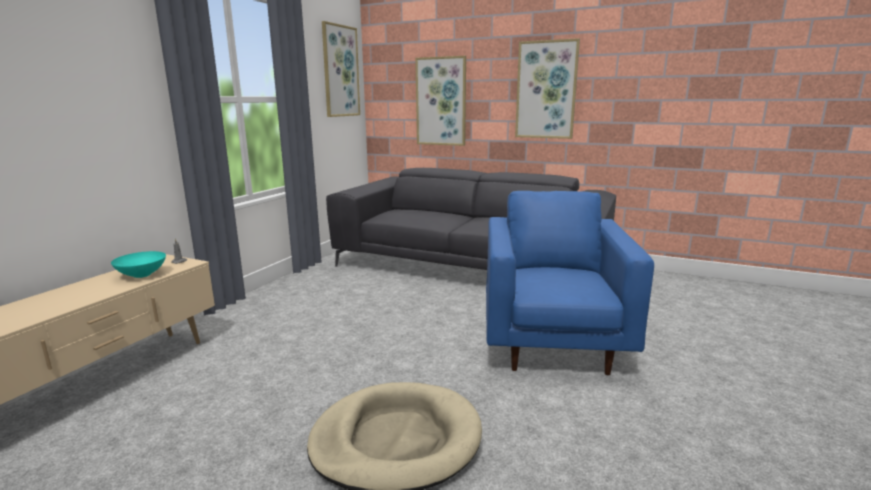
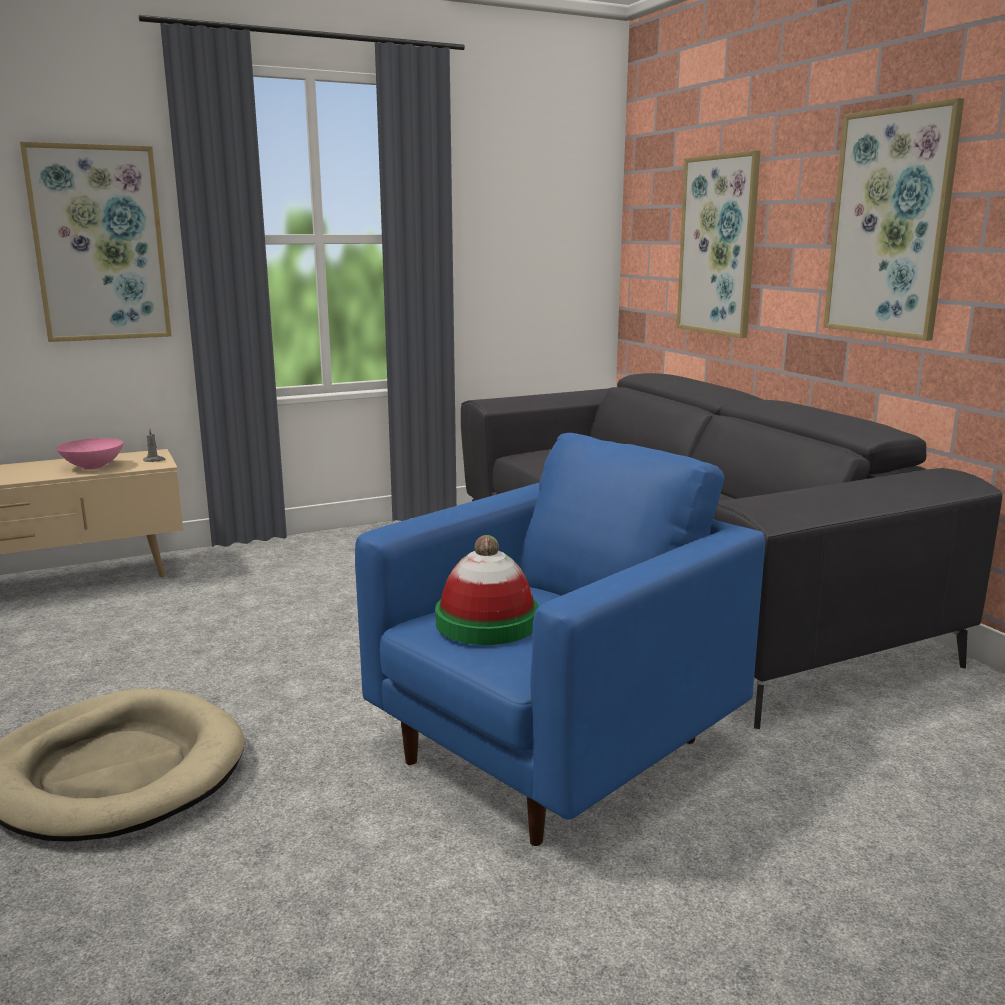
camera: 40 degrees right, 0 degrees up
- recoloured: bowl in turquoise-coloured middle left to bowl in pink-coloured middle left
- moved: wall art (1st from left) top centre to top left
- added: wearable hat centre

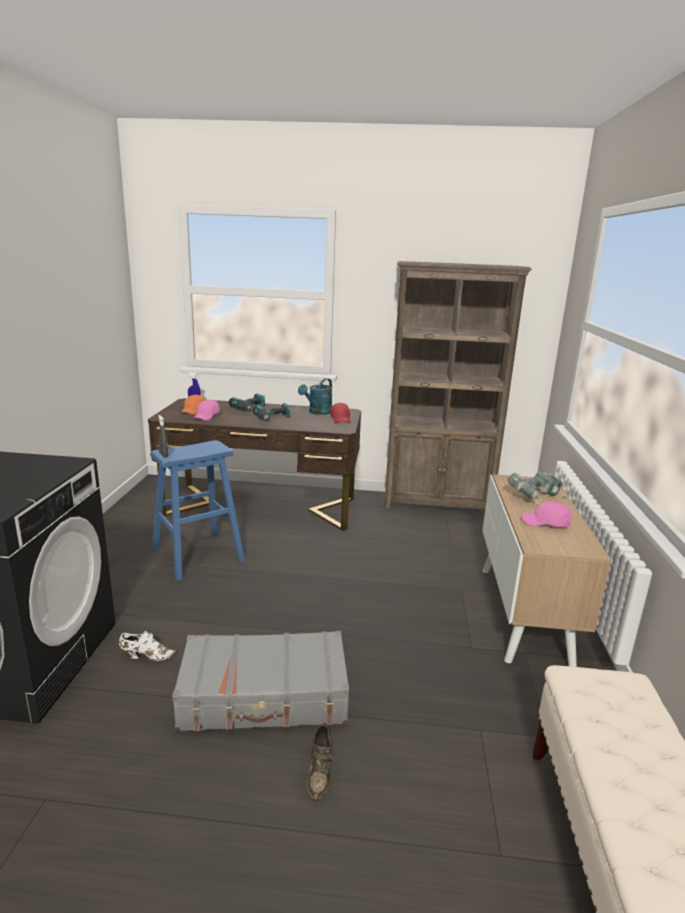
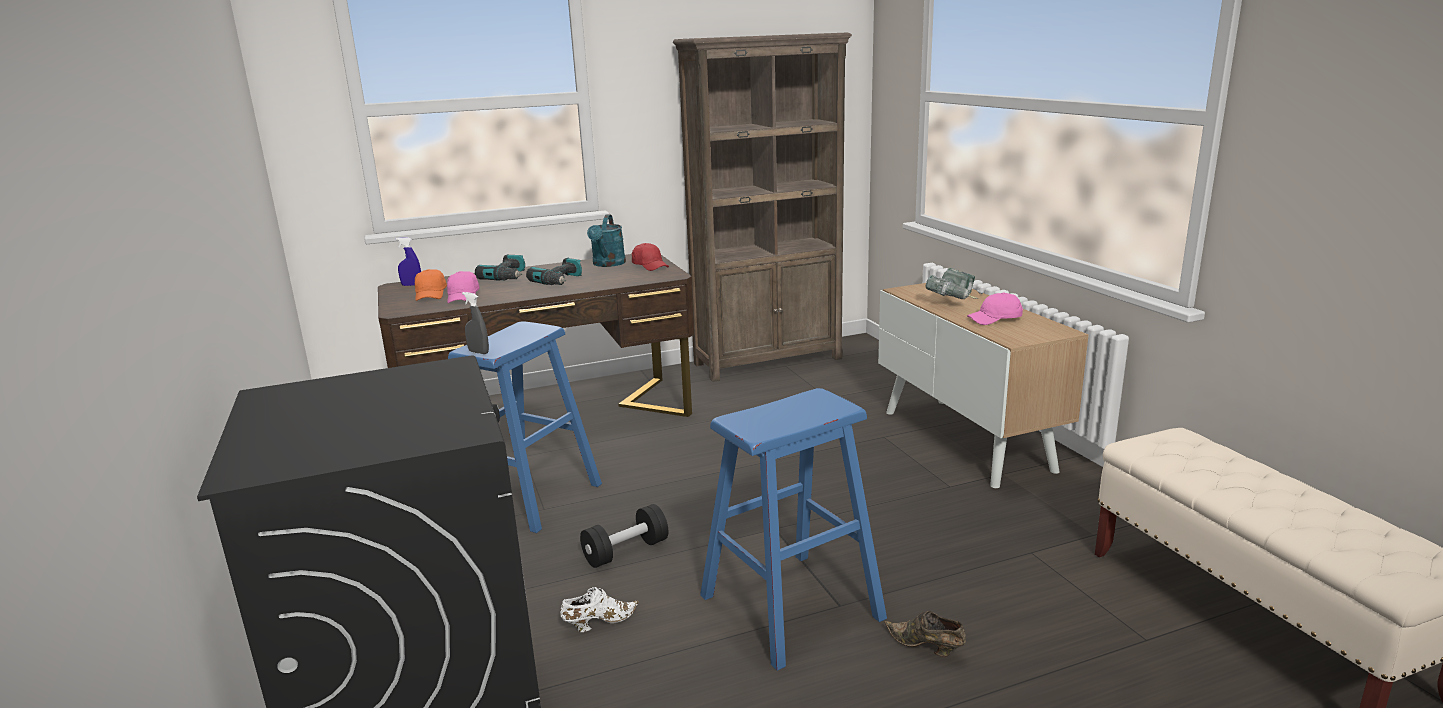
camera: 25 degrees left, 0 degrees up
- replaced: suitcase in gray bottom centre to sitting stool in bluish (2nd from left) bottom centre
- turned: low shoe in brownish bottom centre = bottom centre 150 degrees clockwise
- added: dumbbell in blackish bottom centre

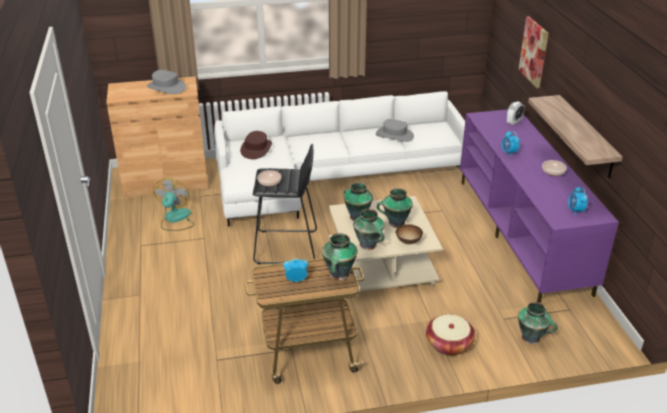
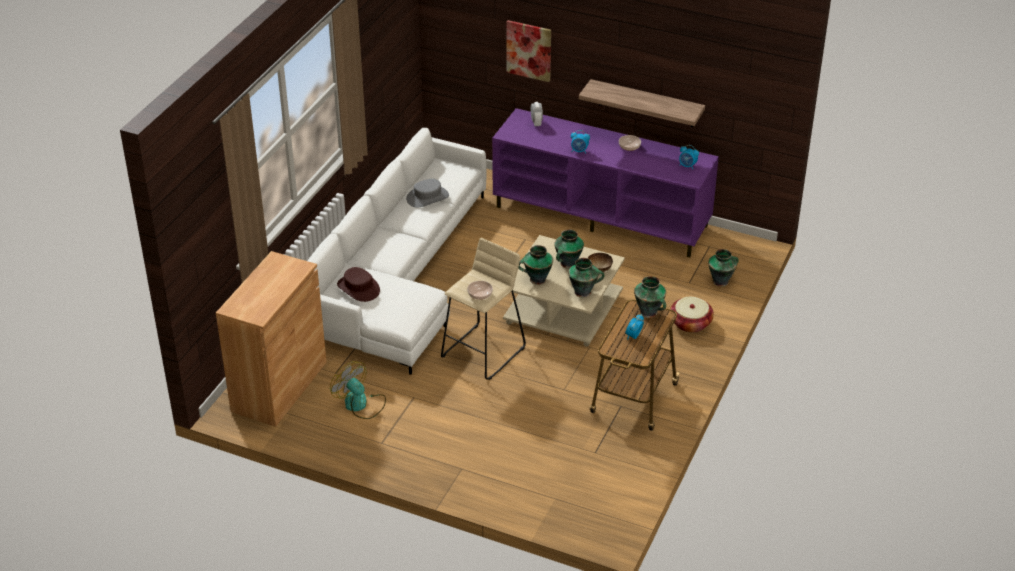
camera: 55 degrees left, 5 degrees up
- removed: wearable hat in gray (1st from left) top left
- recoloured: sitting stool in blackish centre to sitting stool in beige centre

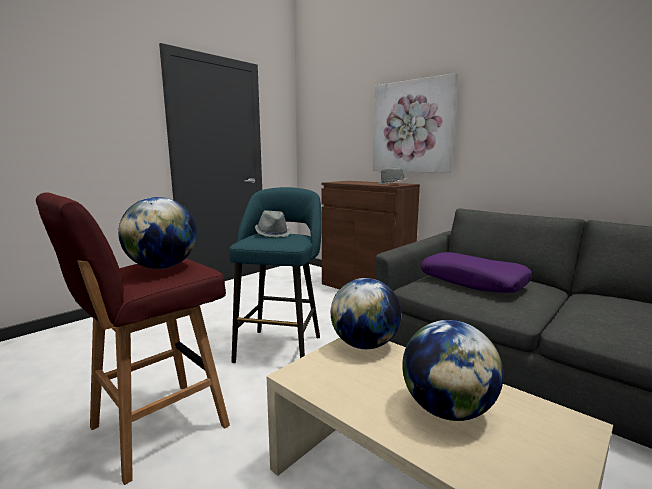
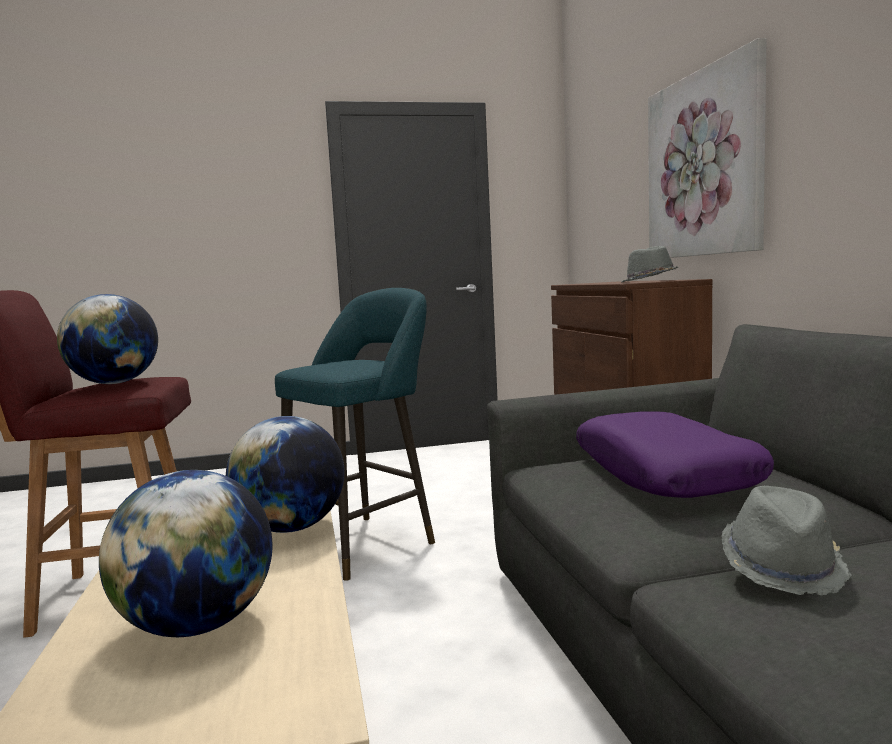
camera: 35 degrees right, 5 degrees down
- moved: wearable hat in gray (1st from left in the first image) centre to wearable hat in gray (2nd from left) bottom right

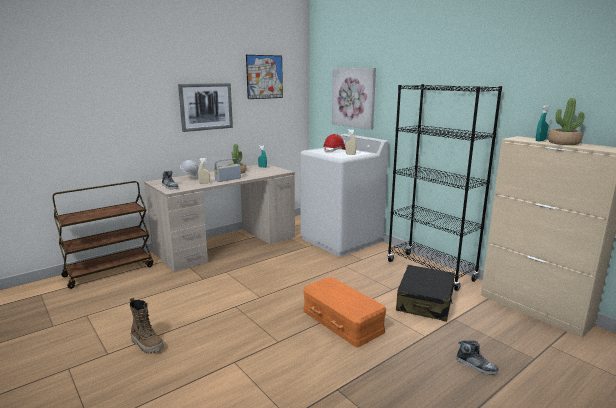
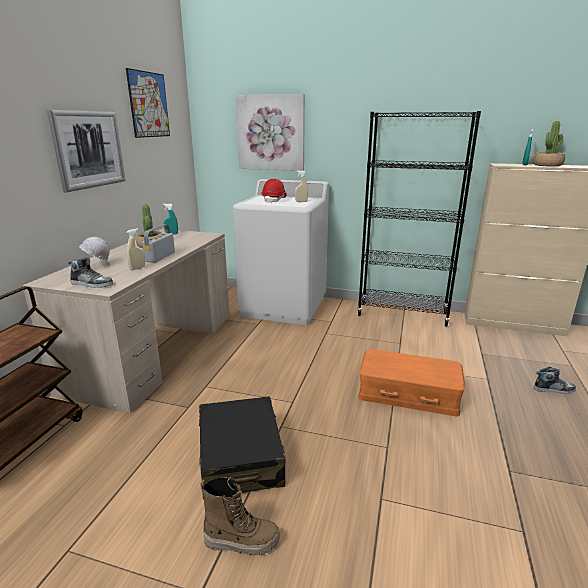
camera: 35 degrees left, 5 degrees up
- moved: suitcase in blackish bottom right to bottom centre

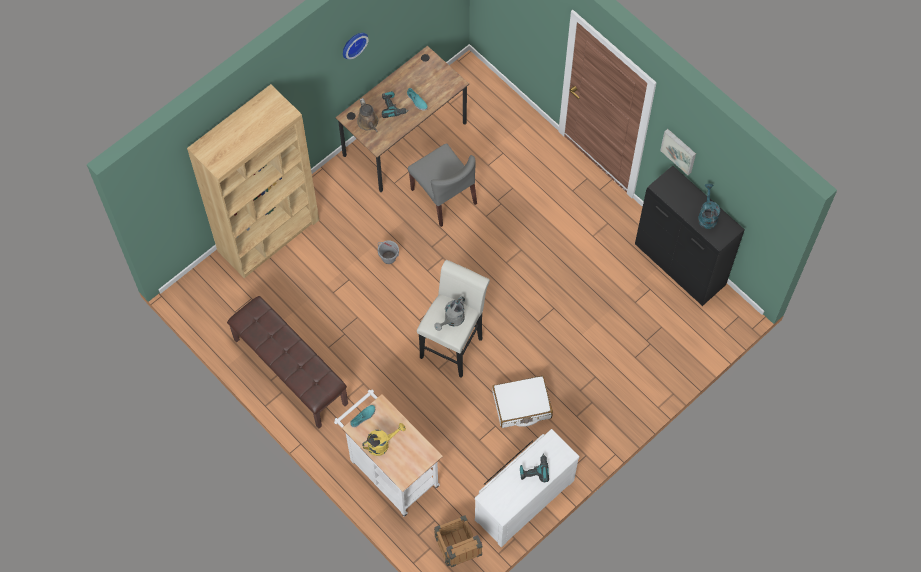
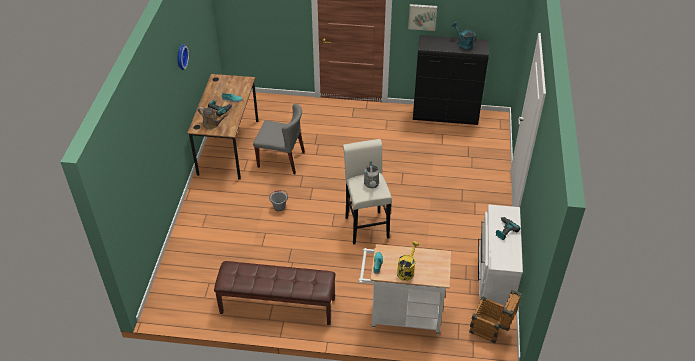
camera: 40 degrees left, 20 degrees down
- removed: shelving unit in brownish top left
- removed: suitcase in whitish bottom centre

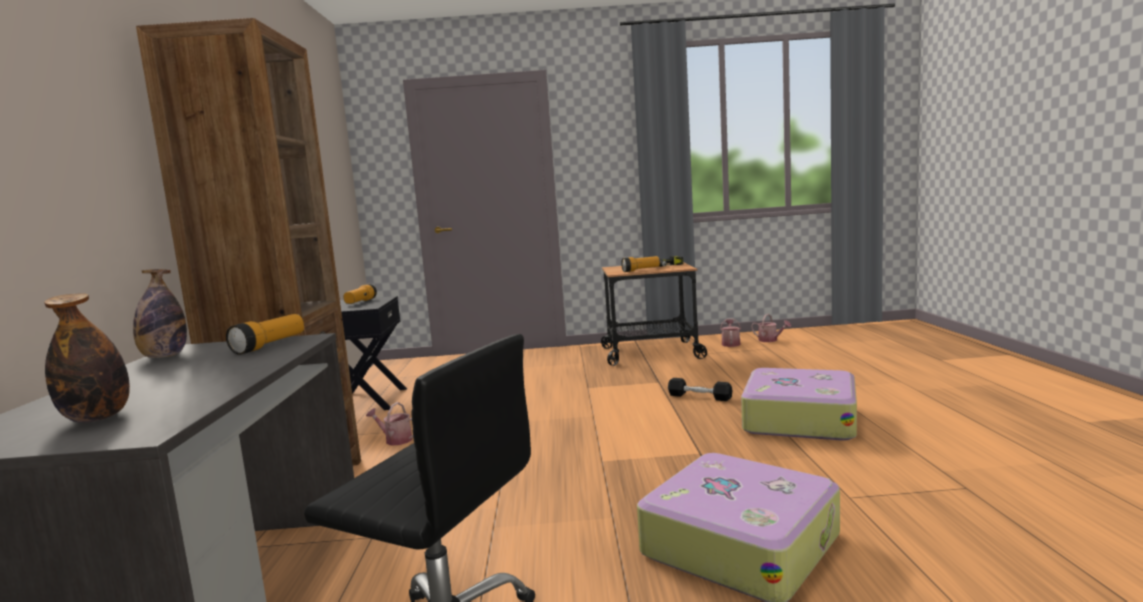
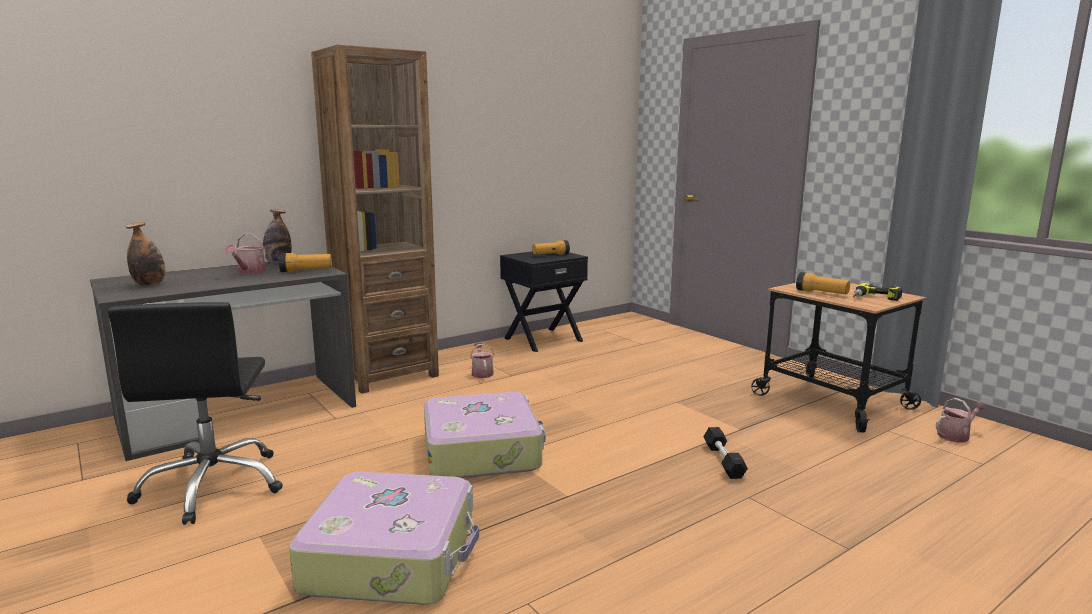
camera: 55 degrees right, 5 degrees up
- moved: suitcase (2nd from left) bottom right to bottom centre
- moved: sprinkling can (3rd from left in the first image) middle right to sprinkling can (1st from left) middle left

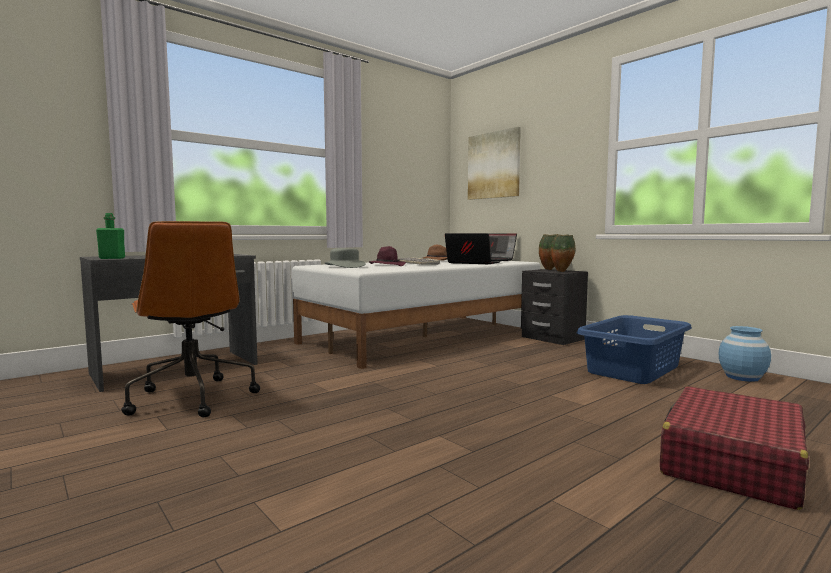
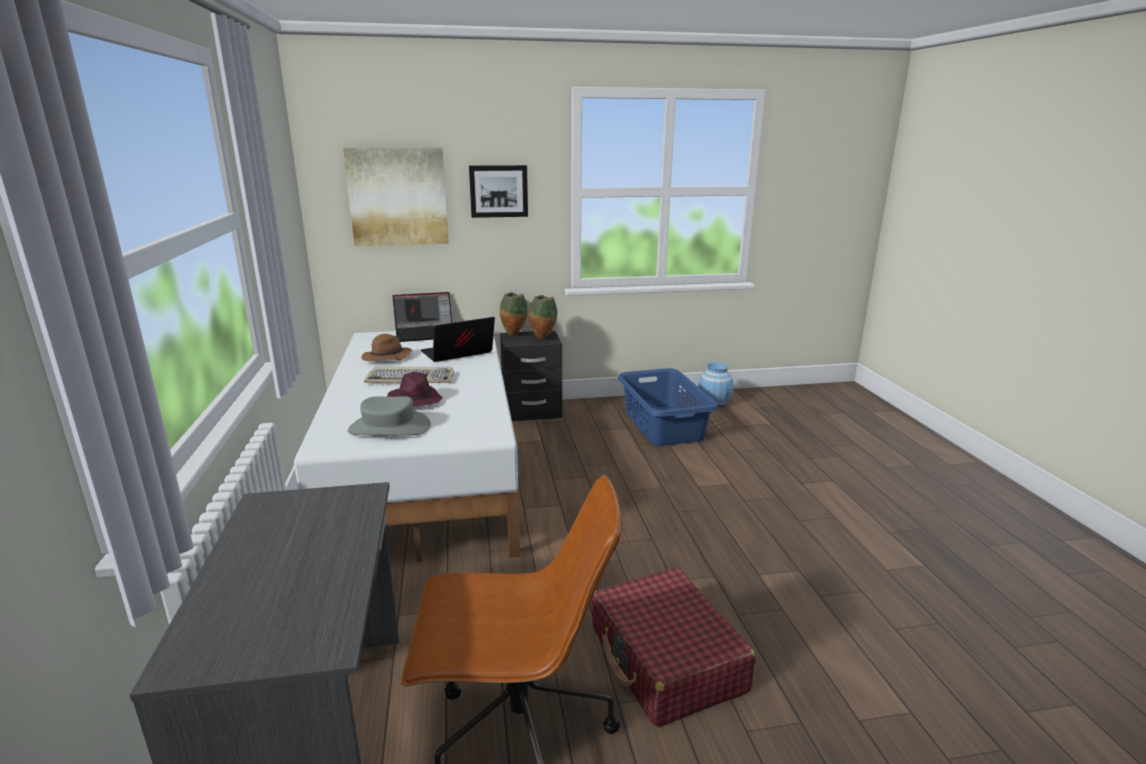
camera: 60 degrees left, 15 degrees up
- removed: beverage bottle in green middle left
- moved: suitcase in red-coloured bottom right to bottom centre
- added: wall art (2nd from left) top centre

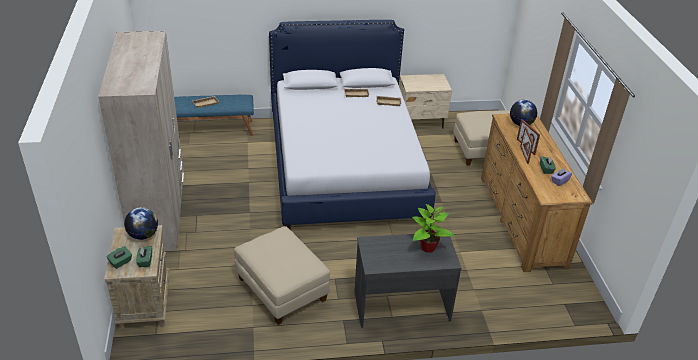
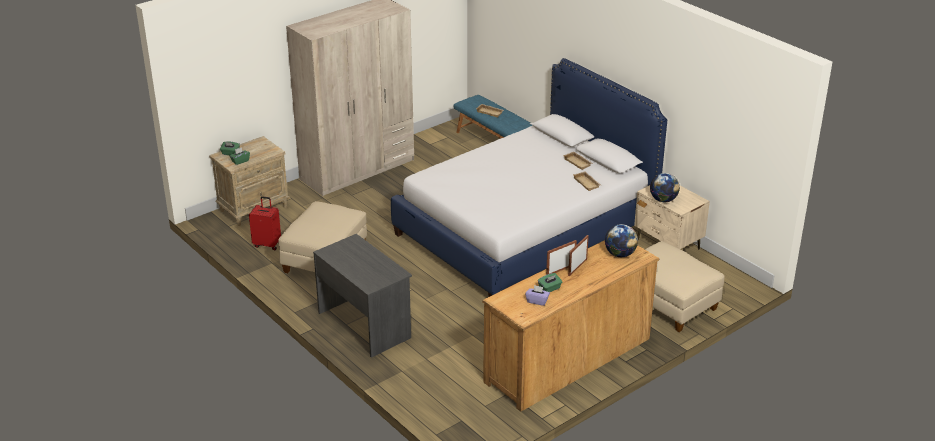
camera: 60 degrees right, 5 degrees down
- moved: globe (1st from left in the first image) middle left to globe (2nd from left) middle right
- removed: potted plant centre
- added: suitcase in red-coloured middle left

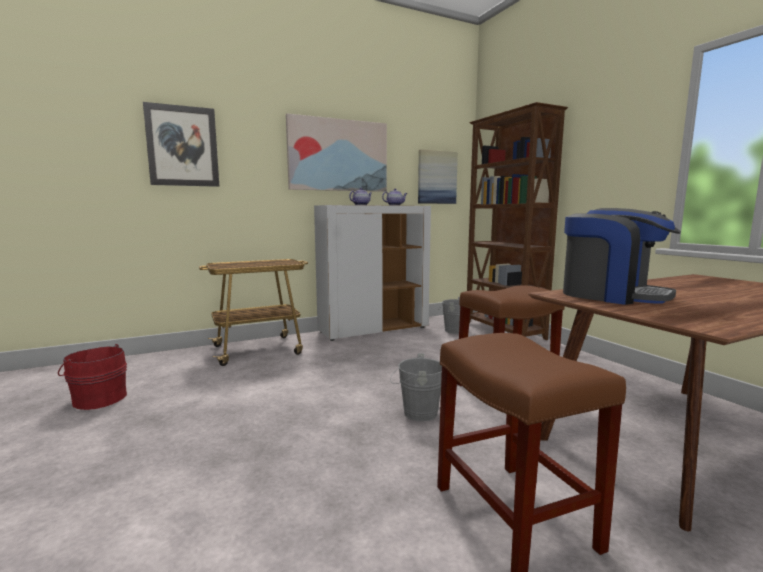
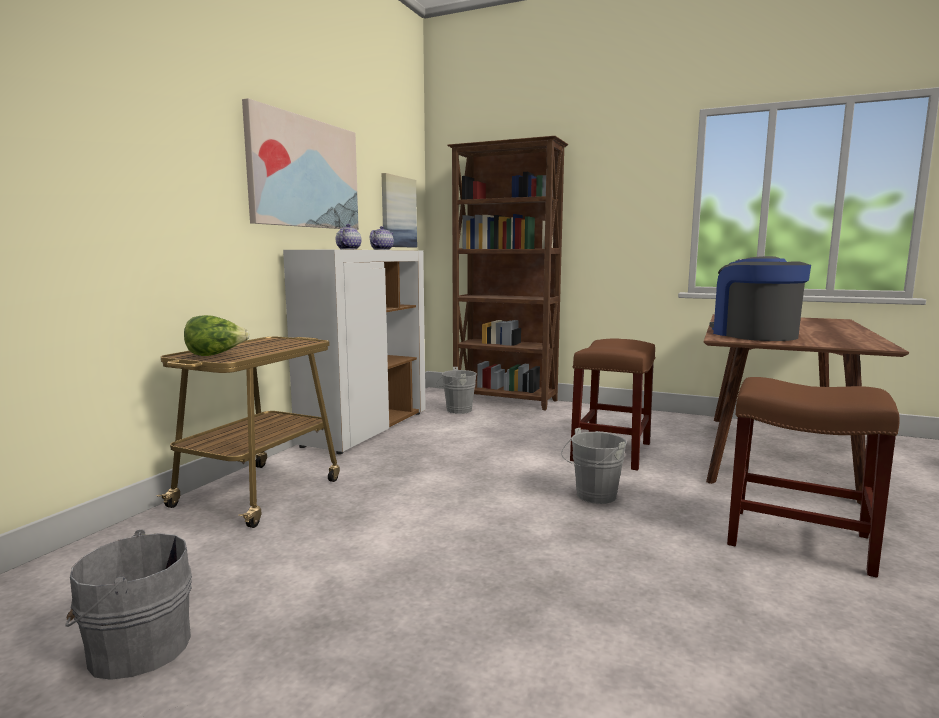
camera: 40 degrees left, 0 degrees up
- recoloured: bucket in red-coloured middle left to bucket in gray (1st from left) bottom left
- removed: wall art (1st from left) top left
- turned: coffee maker middle right = middle right 105 degrees counterclockwise
- added: lettuce head middle left

